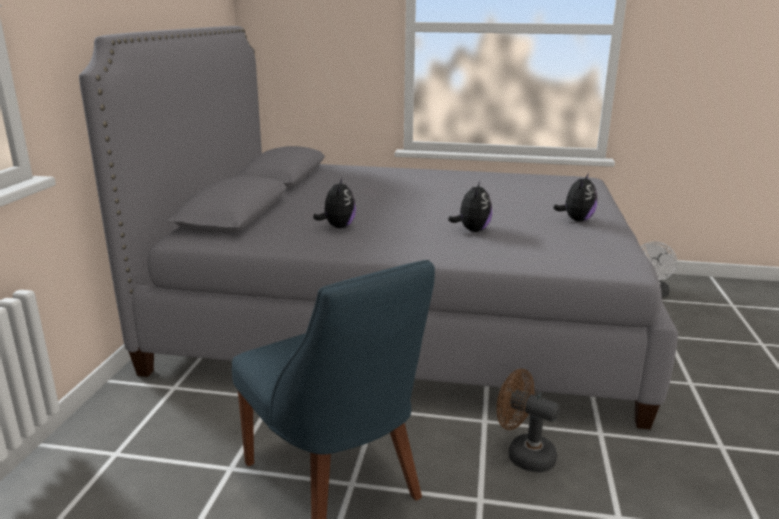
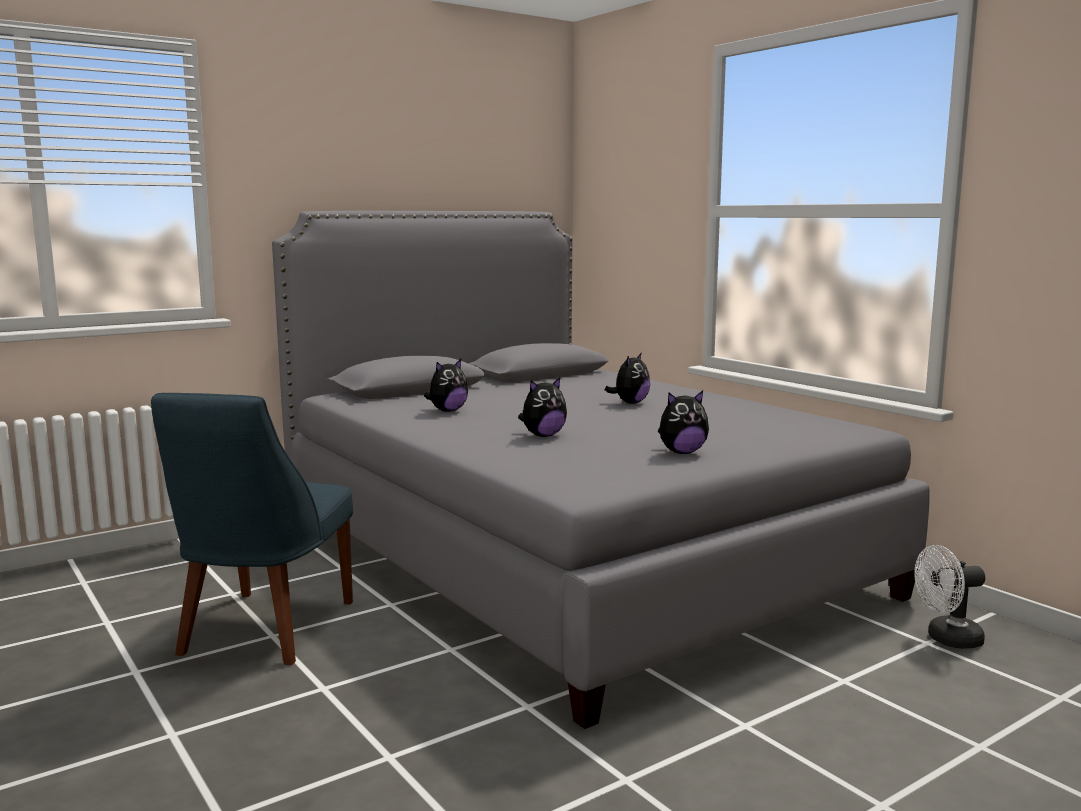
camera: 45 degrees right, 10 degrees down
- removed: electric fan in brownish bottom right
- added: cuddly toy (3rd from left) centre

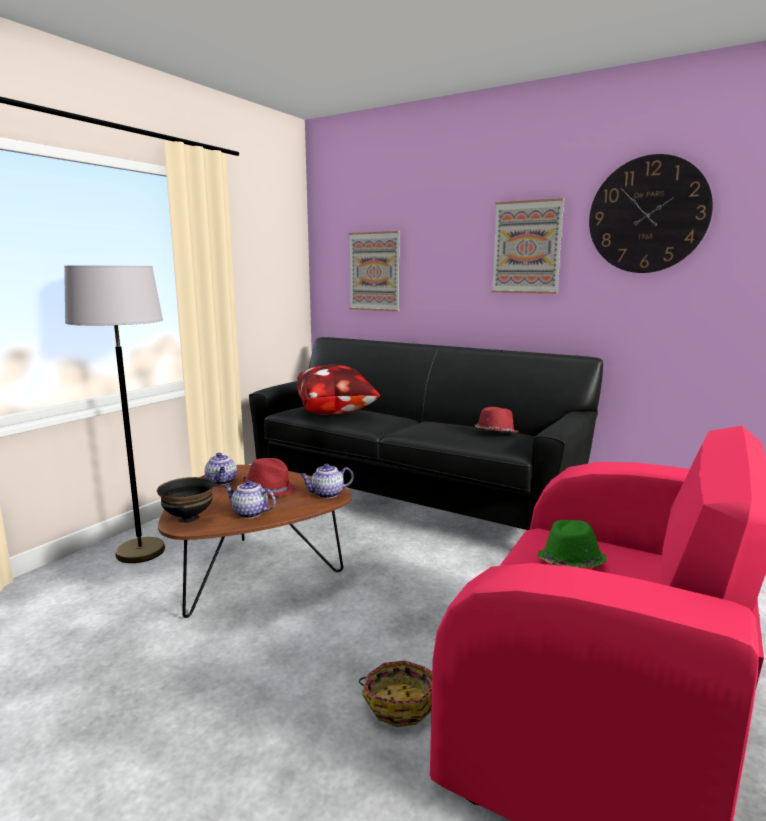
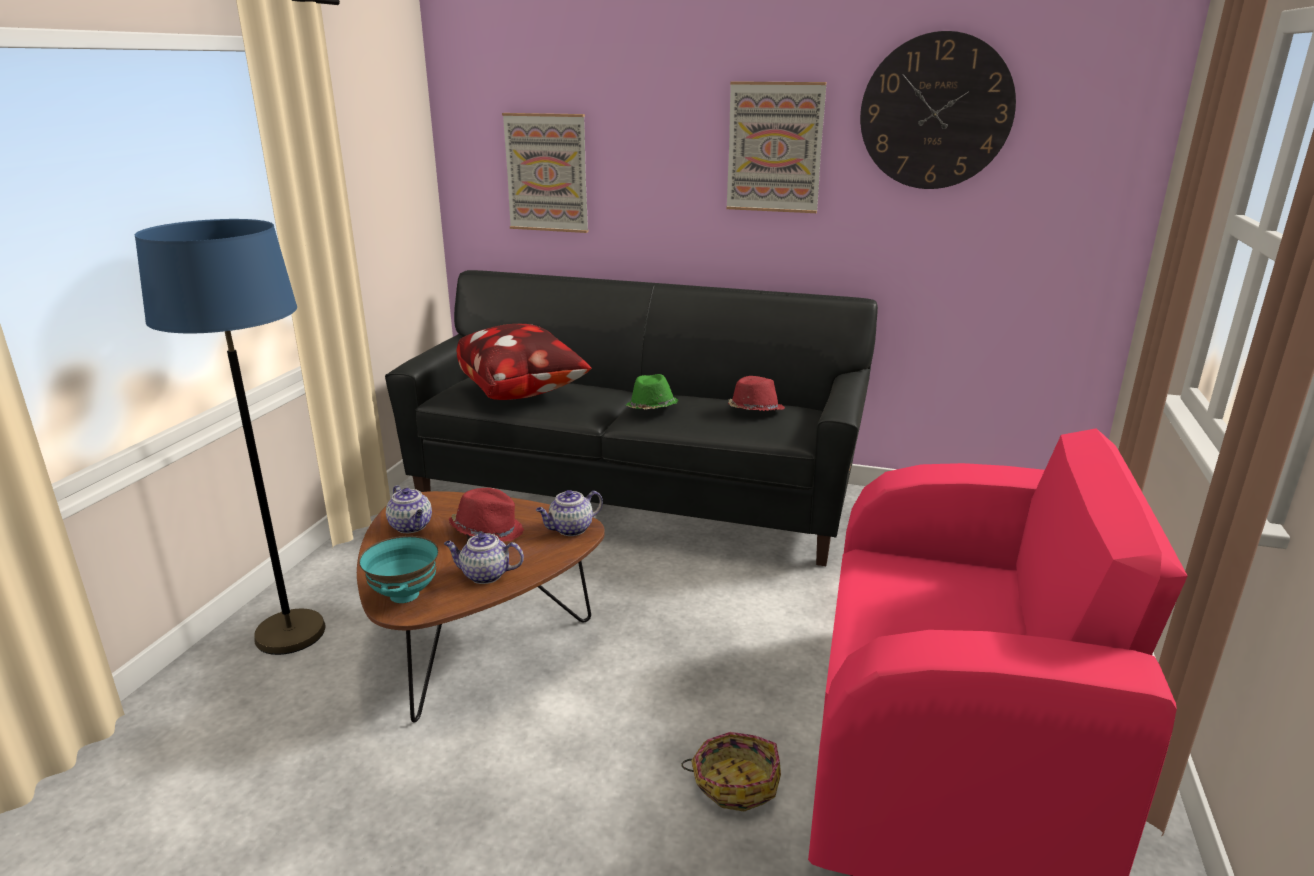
camera: 15 degrees left, 10 degrees up
- recoloured: floor lamp in gray middle left to floor lamp in bluish middle left
- recoloured: bowl in blackish middle left to bowl in turquoise-coloured middle left
- moved: wearable hat in green middle right to centre

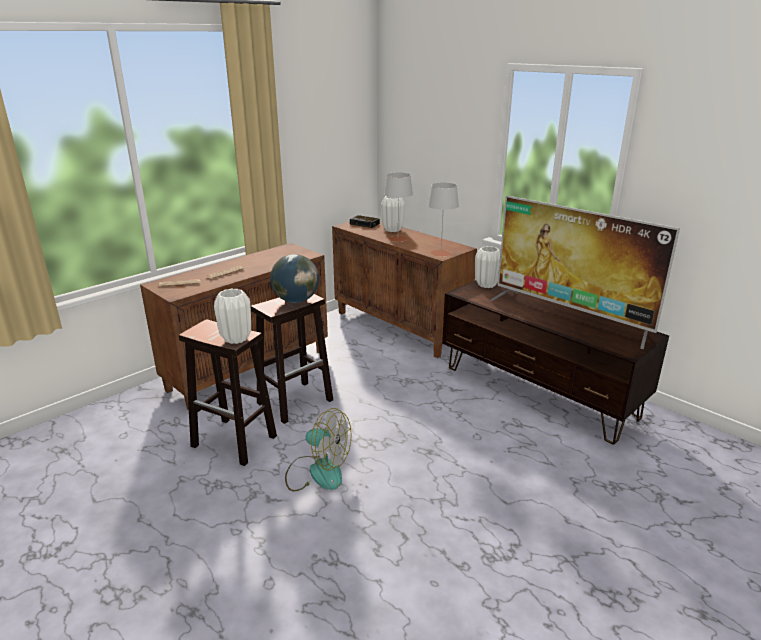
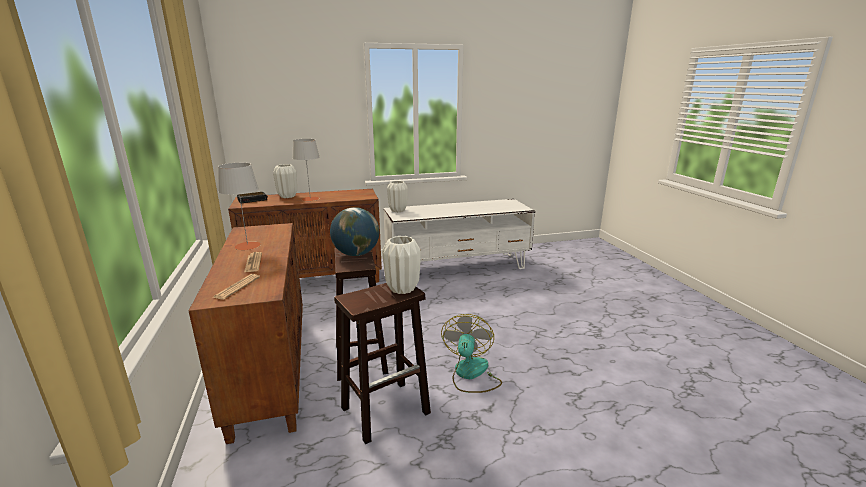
camera: 60 degrees left, 5 degrees down
- turned: electric fan bottom centre = bottom centre 45 degrees counterclockwise
- moved: lamp for a table in gray (2nd from left in the first image) centre to lamp for a table in gray (1st from left) middle left
- recoloured: tv unit in brownish middle right to tv unit in whitish centre
- removed: television middle right

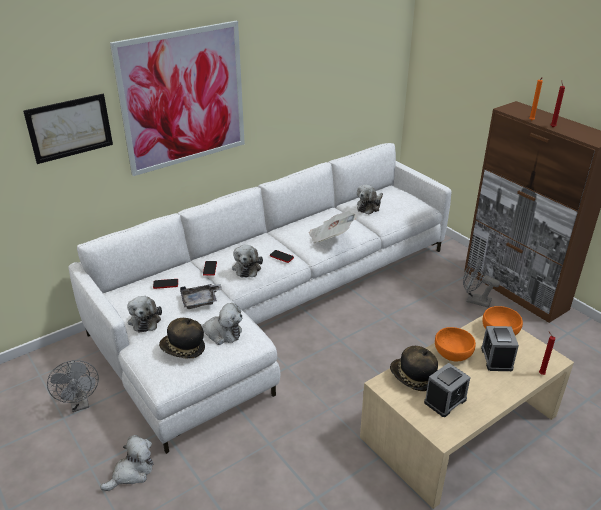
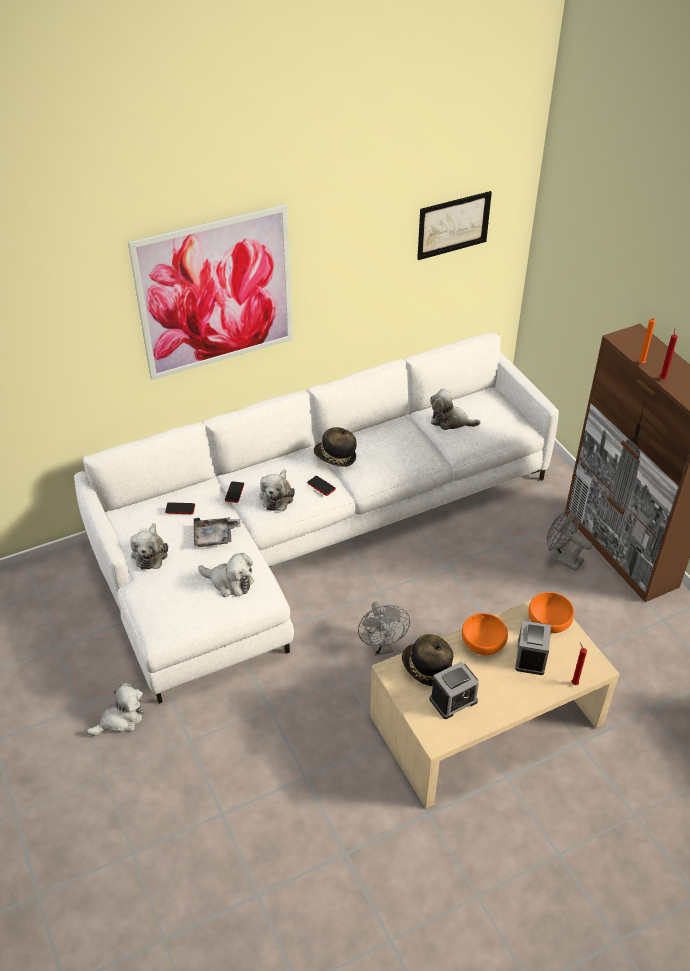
camera: 10 degrees right, 10 degrees up
- moved: wall art (1st from left in the first image) top left to wall art (2nd from left) top centre
- moved: electric fan in gray (1st from left) bottom left to centre
- moved: wearable hat (1st from left) middle left to centre
- removed: printed paper centre
- turned: cuddly toy (5th from left) centre = centre 60 degrees clockwise

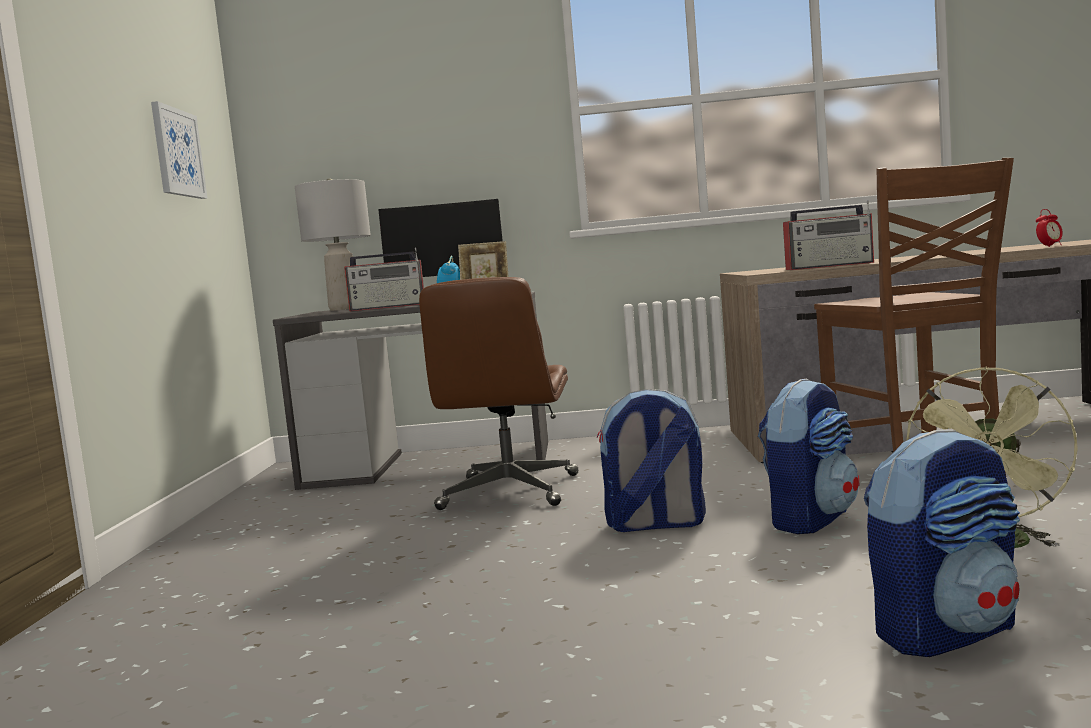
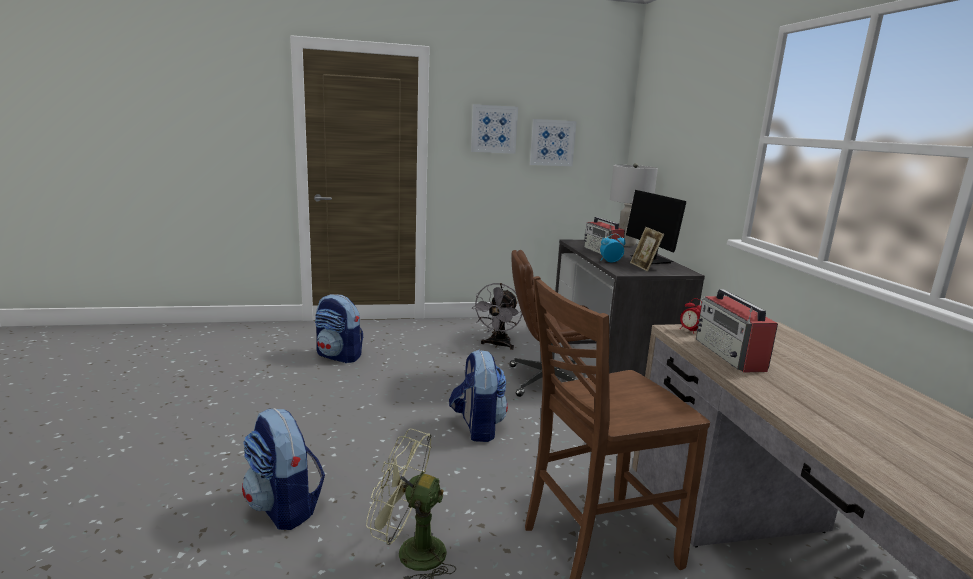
camera: 75 degrees right, 10 degrees up
- moved: rucksack (2nd from left) middle right to centre
- moved: bedside clock (2nd from left) top right to middle right
- added: wall art (1st from left) top centre
- added: electric fan in gray centre

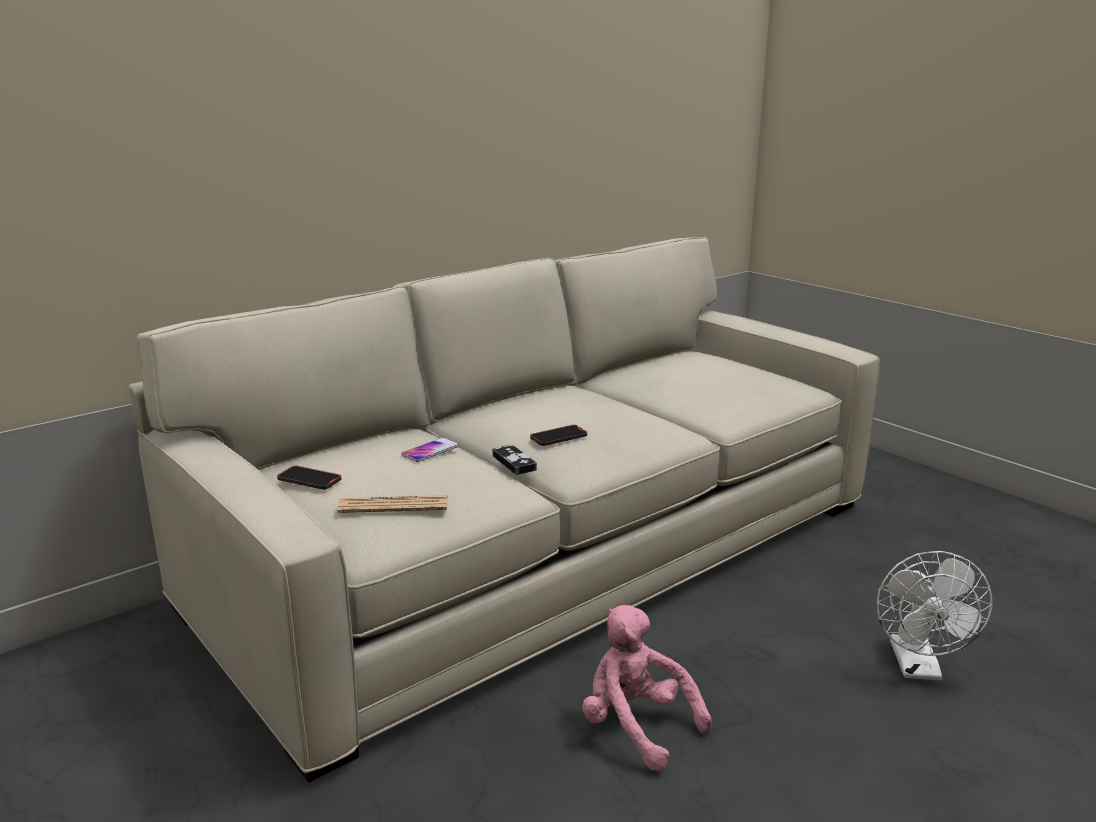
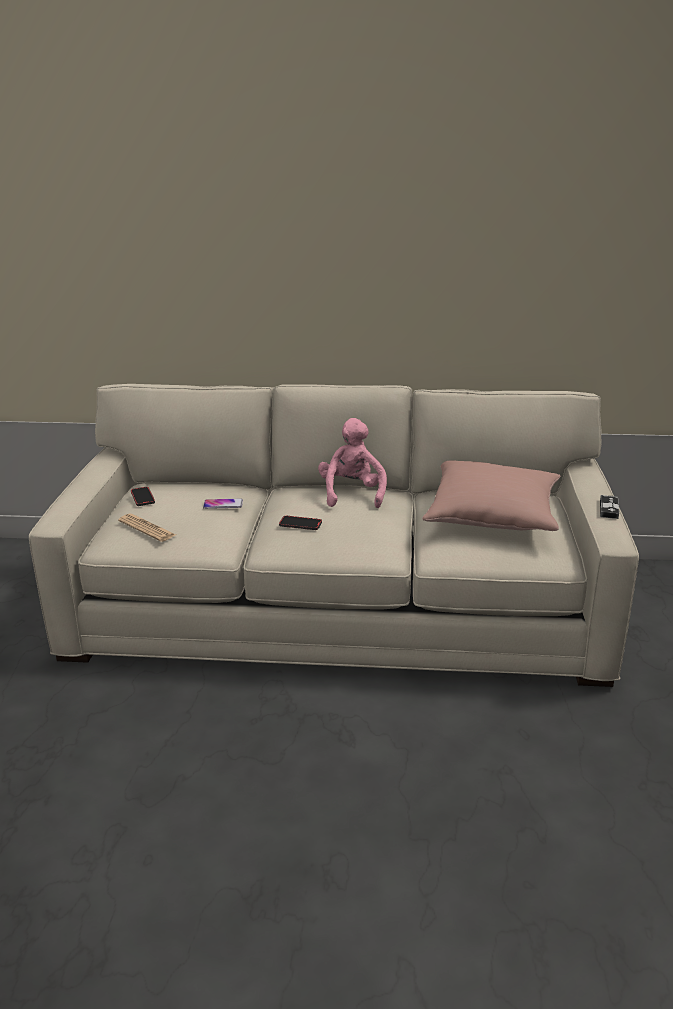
camera: 45 degrees right, 5 degrees up
- moved: game controller centre to middle right
- moved: cuddly toy in pink-coloured bottom centre to centre
- removed: electric fan in whitish bottom right
- added: throw pillow in pink-coloured middle right

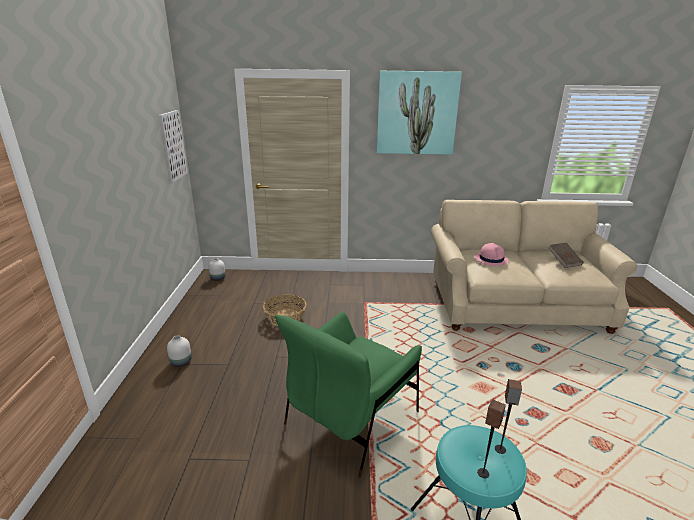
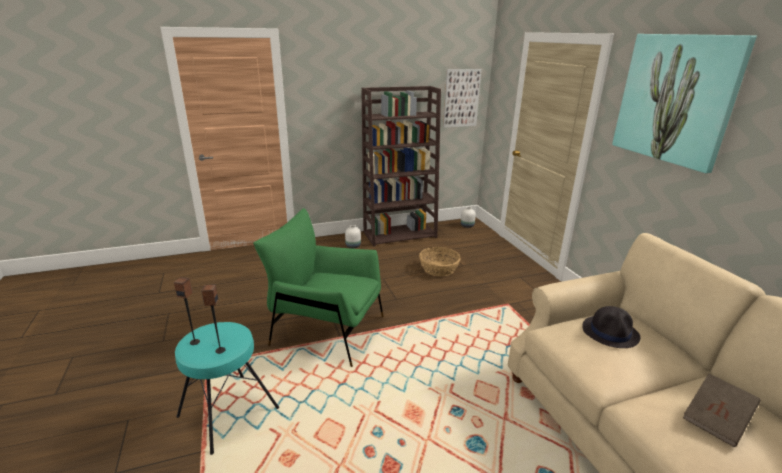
camera: 70 degrees right, 0 degrees up
- recoloured: wearable hat in pink-coloured middle right to wearable hat in blackish bottom right
- added: shelving unit in brownish centre

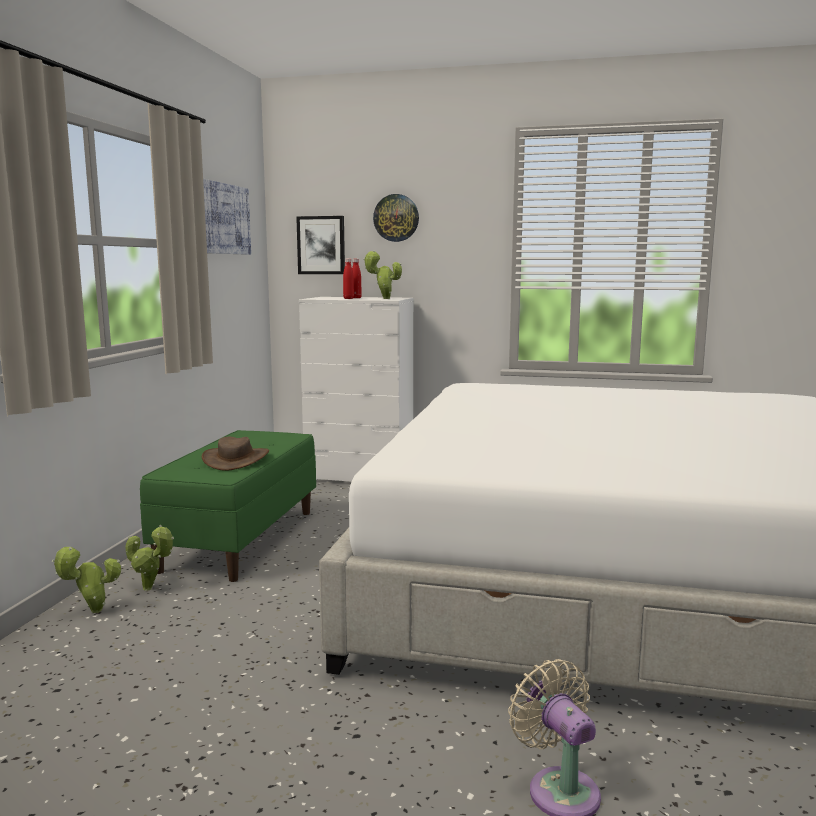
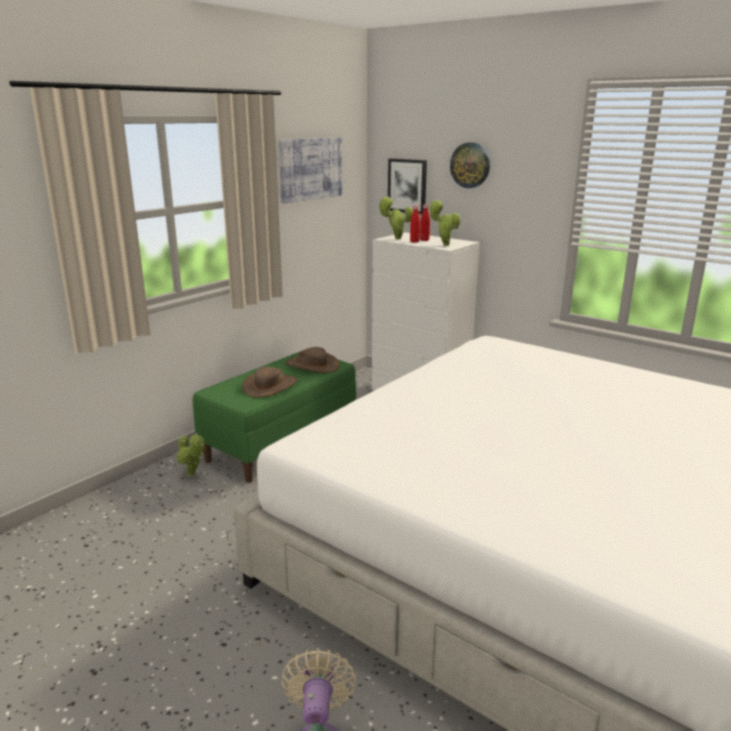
camera: 25 degrees right, 10 degrees up
- moved: potted plant (1st from left in the first image) bottom left to potted plant (2nd from left) top centre
- added: wearable hat in brownish (2nd from left) centre

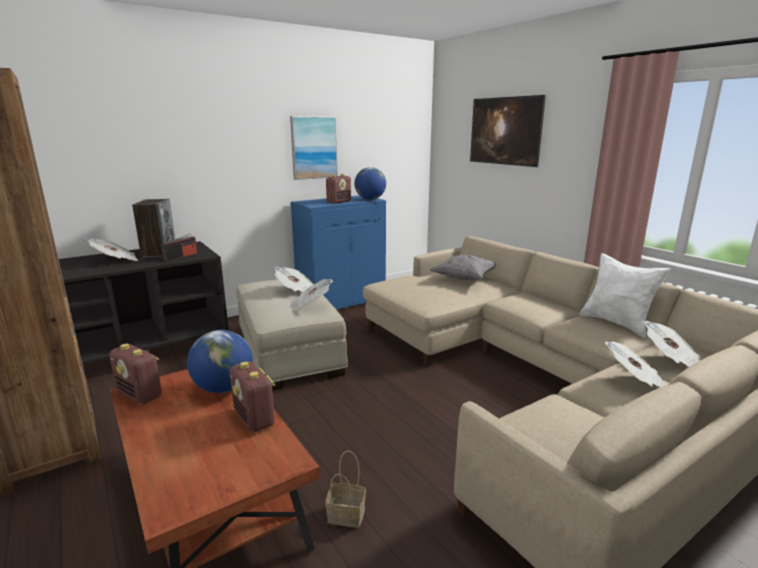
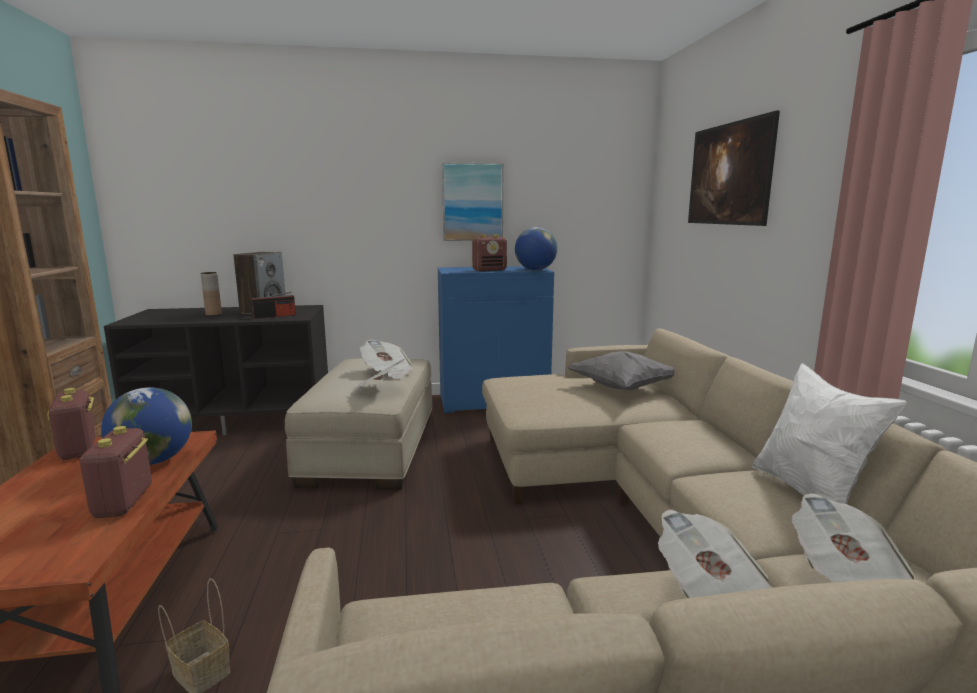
camera: 25 degrees right, 5 degrees down
- replaced: printed paper (1st from left) middle left to decorative vase in brownish middle left

